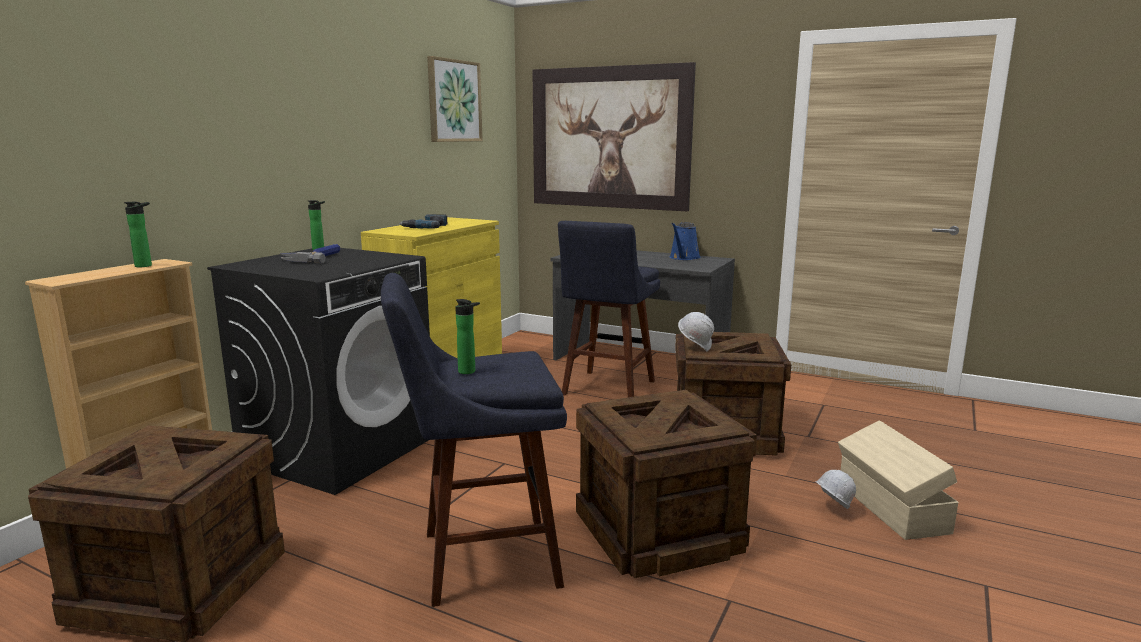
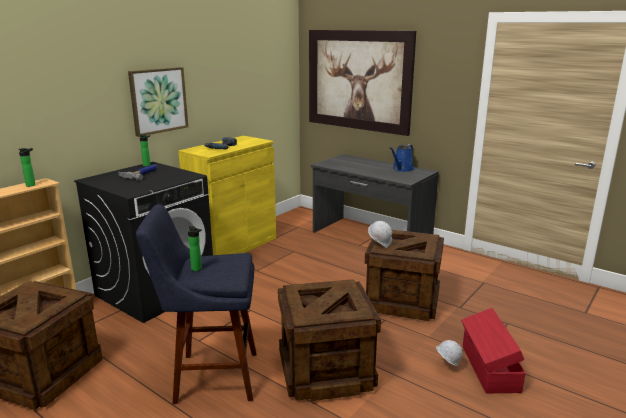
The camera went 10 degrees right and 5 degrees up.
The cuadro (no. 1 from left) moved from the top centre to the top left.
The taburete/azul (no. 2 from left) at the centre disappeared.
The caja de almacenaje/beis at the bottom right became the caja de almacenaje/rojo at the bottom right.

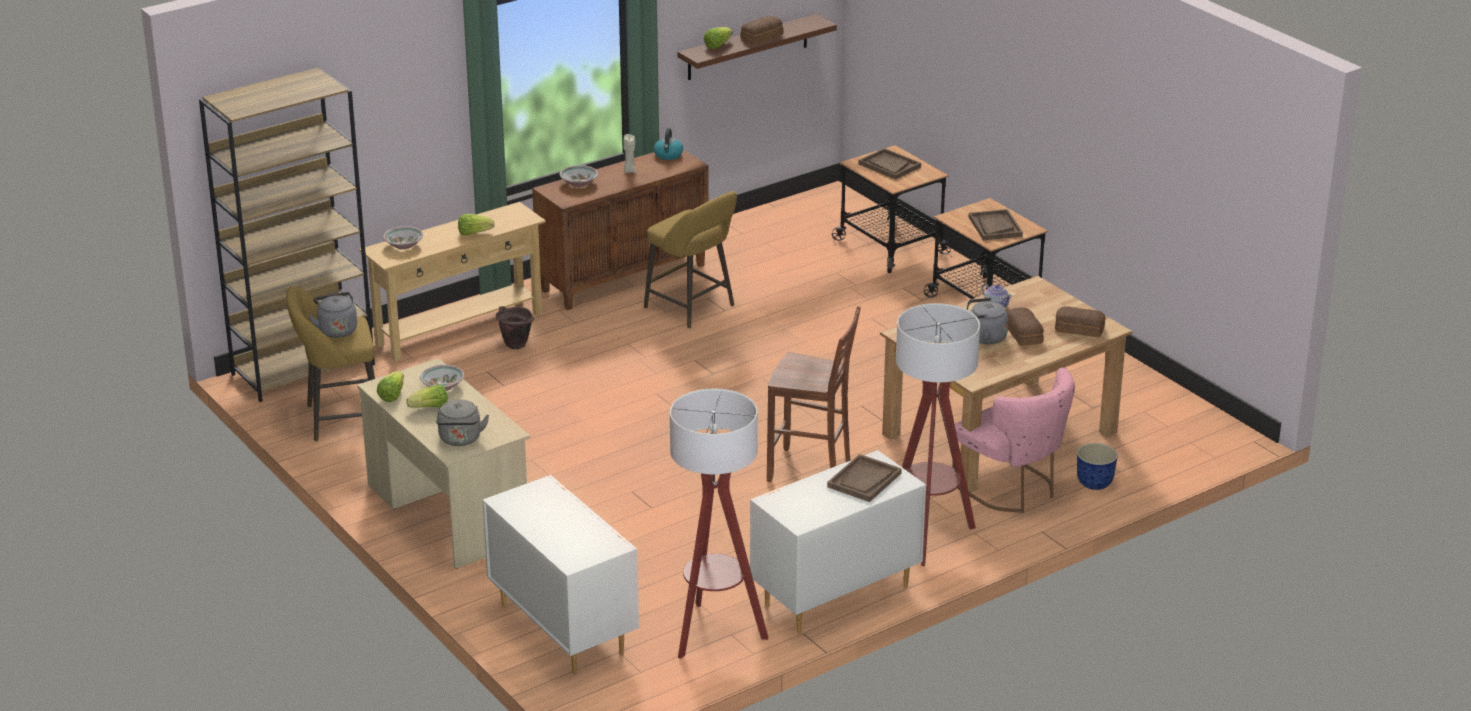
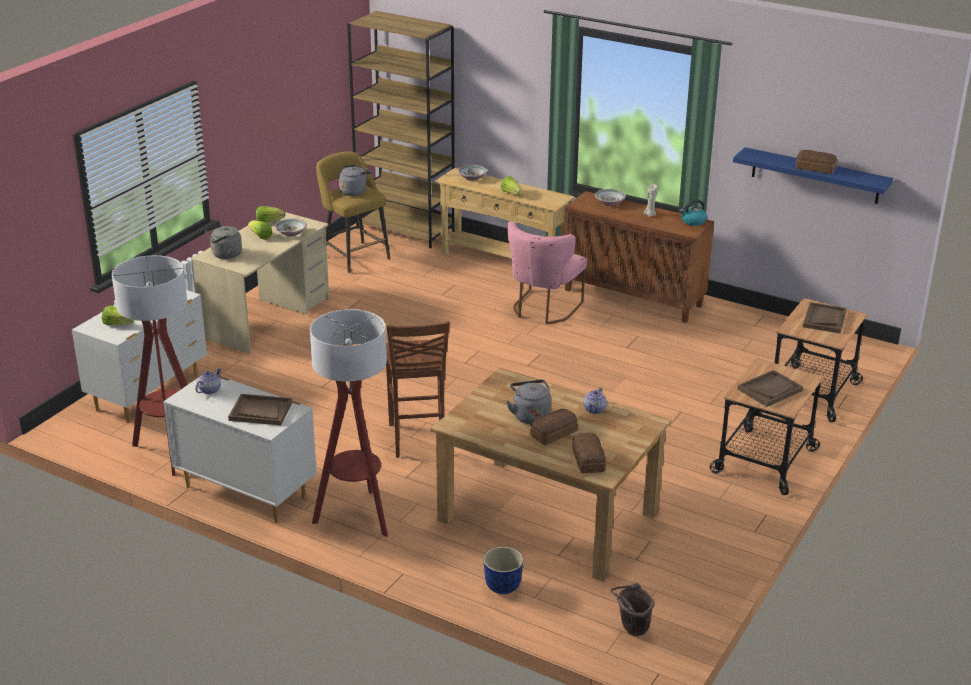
The camera went 65 degrees right and 0 degrees up.
The cubo/marrón moved from the centre to the bottom centre.
The taburete/amarillo (no. 2 from left) at the centre disappeared.
The estante/marrón at the top centre became the estante/azul at the top right.
The lechuga (no. 4 from left in the first image) moved from the top centre to the middle left.
The silla/rosa moved from the middle right to the centre.
The tetera (no. 1 from left) at the middle left appeared.

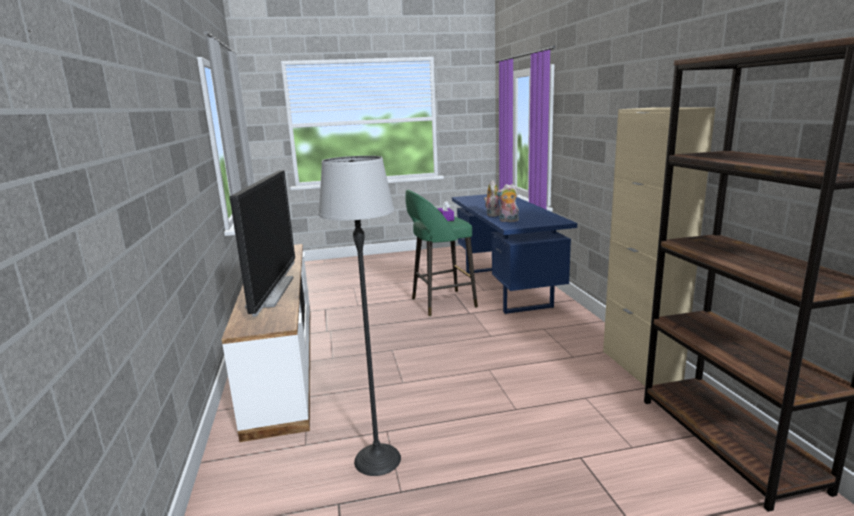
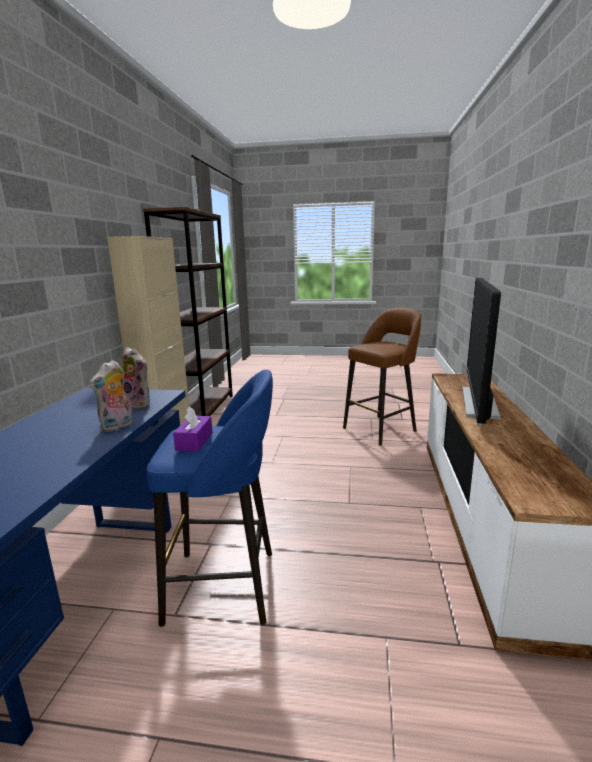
The camera went 160 degrees left and 0 degrees up.
The lámpara de pie at the centre was replaced by the taburete/marrón at the centre.
The taburete/verde at the centre became the taburete/azul at the centre.

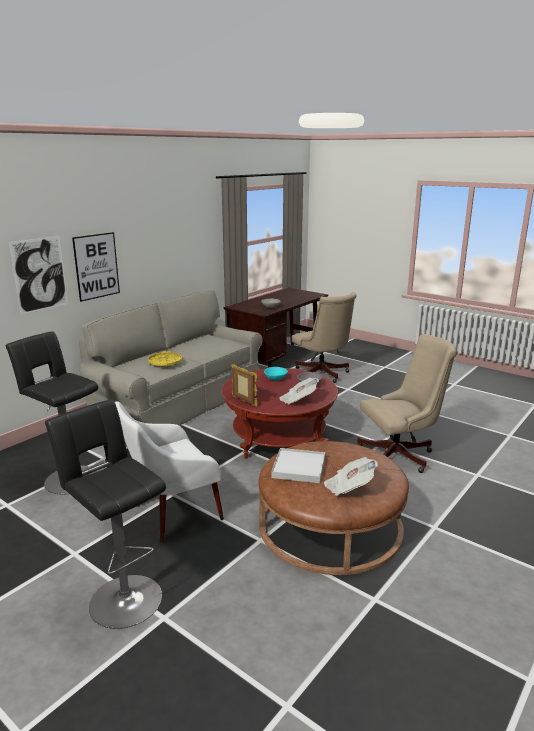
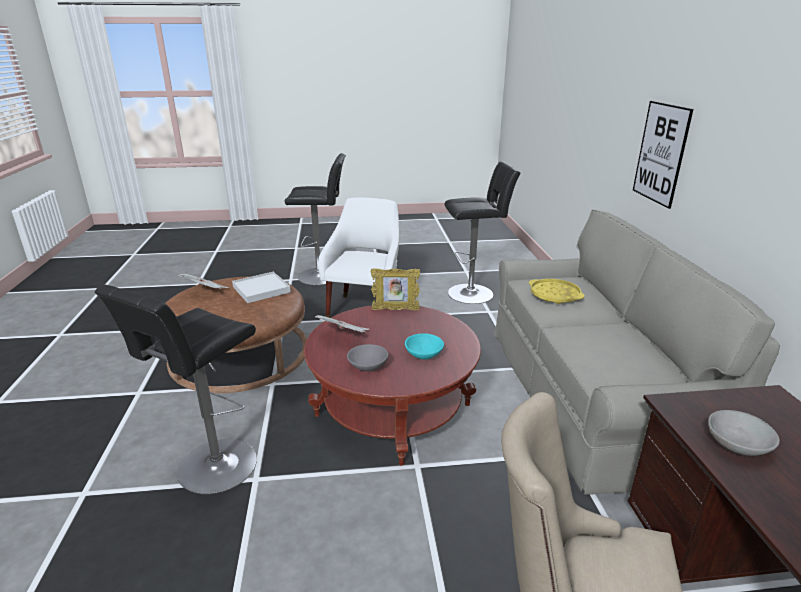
The camera went 135 degrees right and 5 degrees up.
The cuadro (no. 1 from left) at the middle left disappeared.
The silla de oficina/beis (no. 2 from left) at the middle right was replaced by the taburete/negro (no. 1 from left) at the middle left.

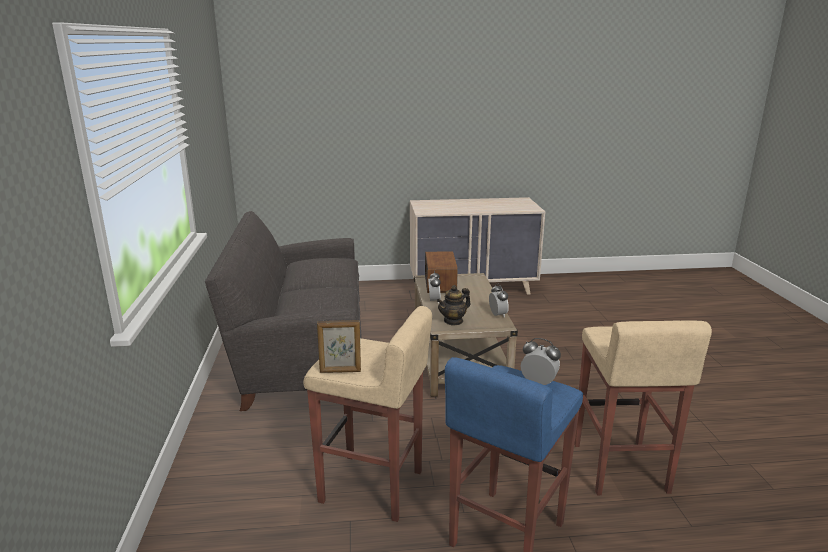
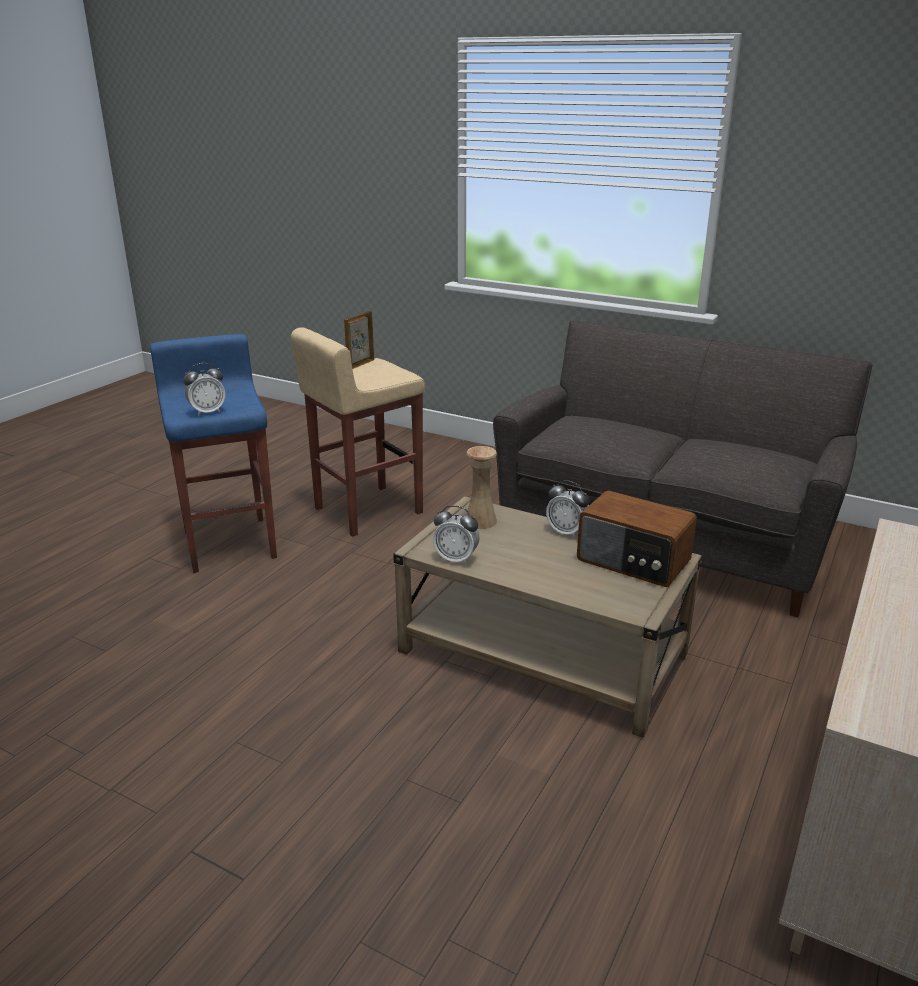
The camera went 125 degrees right and 5 degrees up.
The tetera at the centre was replaced by the florero/beis at the centre.
The taburete/beis (no. 2 from left) at the bottom right disappeared.

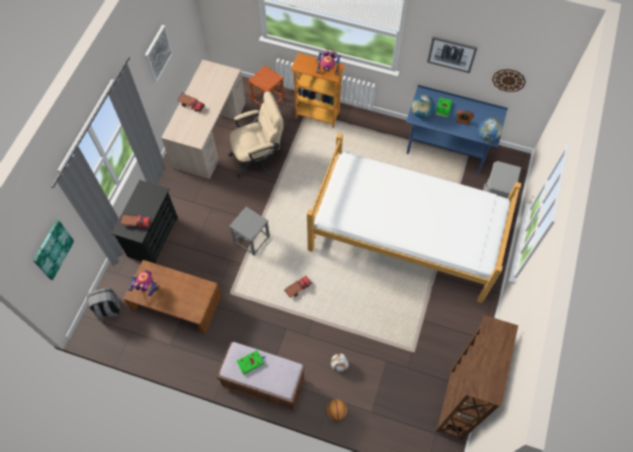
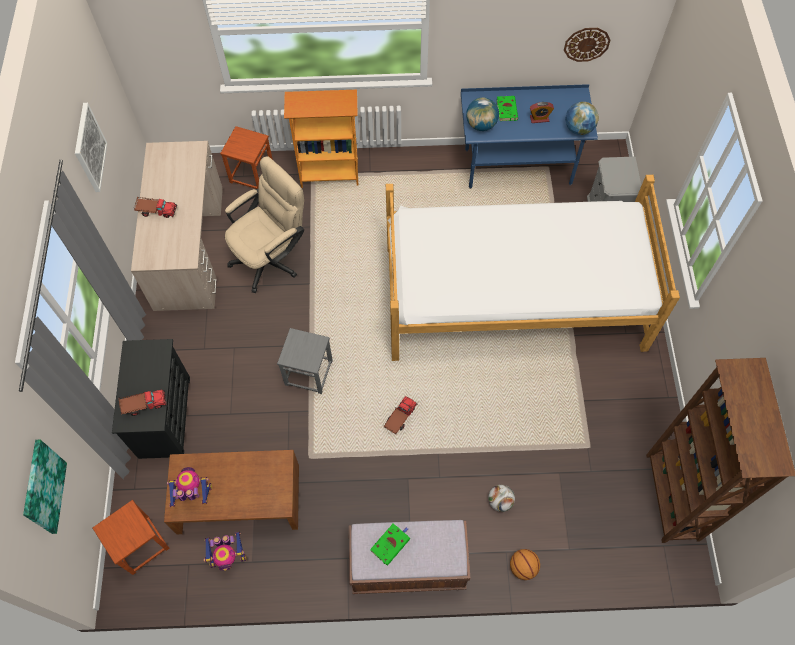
The camera went 20 degrees left and 0 degrees up.
The mochila/gris at the bottom left was replaced by the taburete/marrón (no. 1 from left) at the bottom left.
The robot de juguete (no. 2 from left) moved from the top centre to the bottom left.
The cuadro (no. 3 from left) at the top right disappeared.

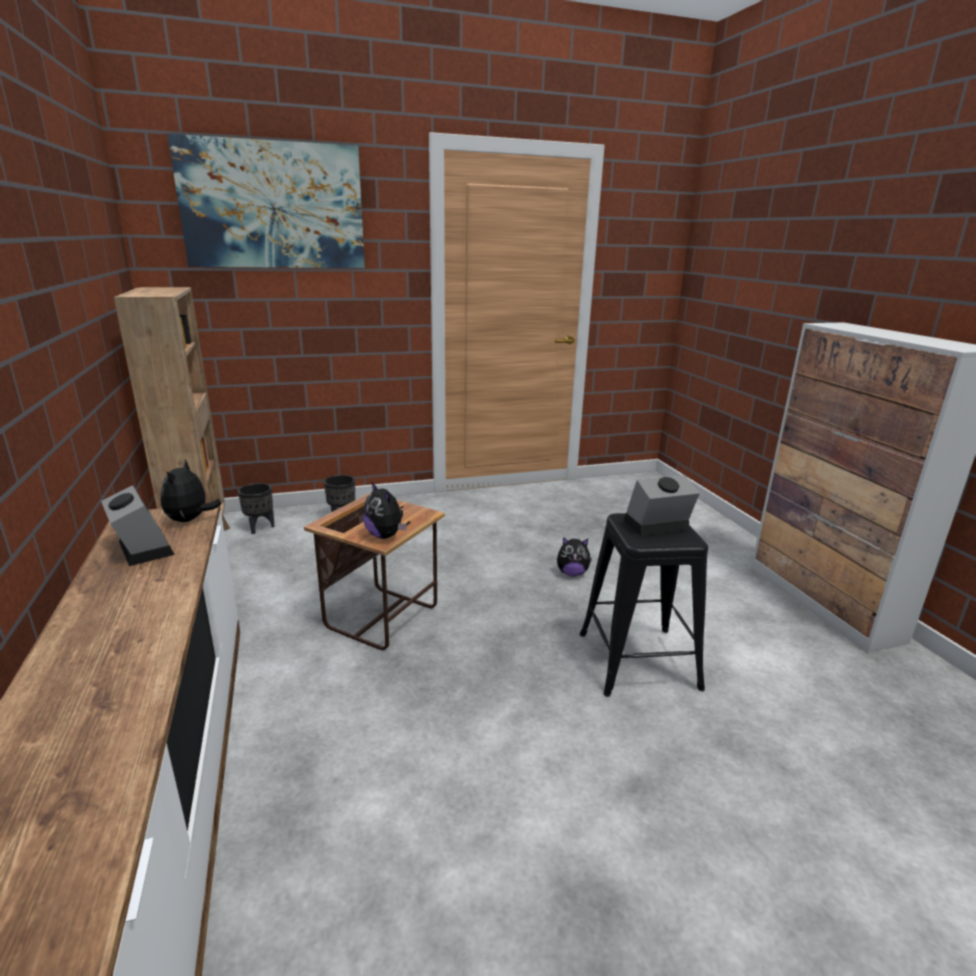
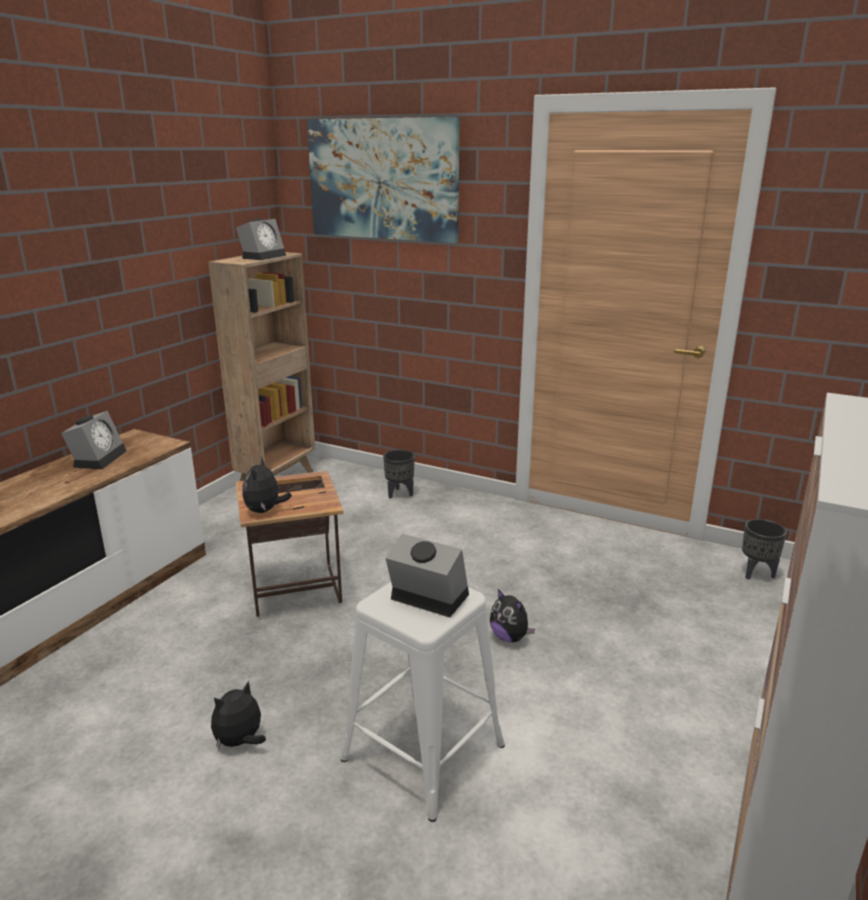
The camera went 45 degrees right and 0 degrees up.
The peluche (no. 1 from left) moved from the middle left to the bottom left.
The maceta/negro (no. 1 from left in the first image) moved from the middle left to the middle right.
The taburete/negro at the centre became the taburete/blanco at the bottom centre.
The despertador (no. 2 from left) at the top left appeared.

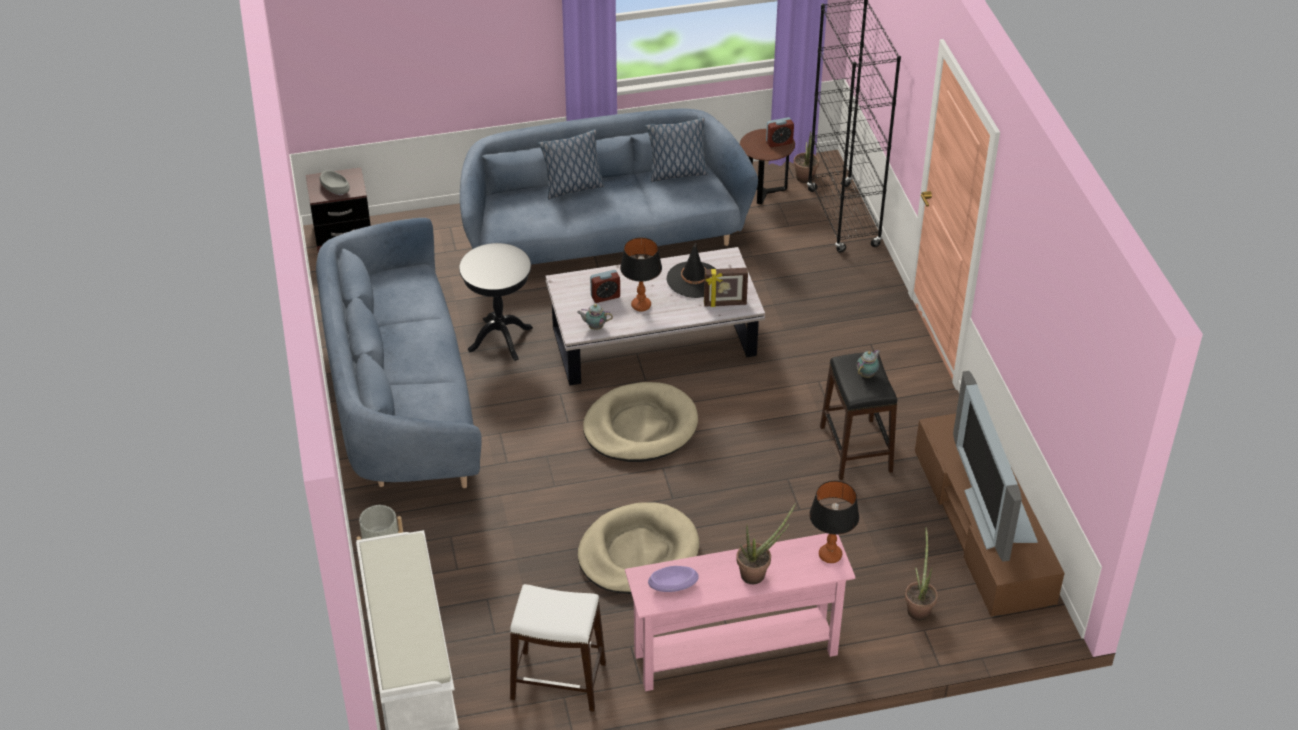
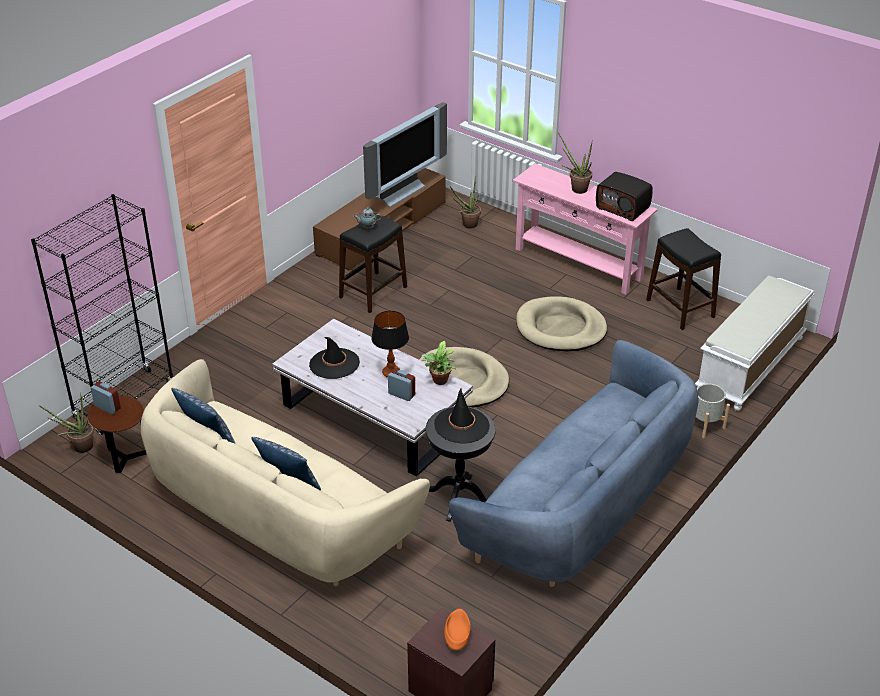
The camera went 130 degrees left and 5 degrees down.
The cuenco/gris at the top left became the cuenco/naranja at the bottom centre.
The sofá/azul (no. 2 from left) at the top centre became the sofá/beis at the bottom left.
The taburete/blanco at the bottom centre became the taburete/negro (no. 2 from left) at the middle right.
The tetera (no. 1 from left) at the centre was replaced by the planta en maceta (no. 2 from left) at the centre.
The cuenco/morado at the bottom centre was replaced by the radio at the top right.
The portarretratos at the centre disappeared.
The lámpara de mesa (no. 2 from left) at the bottom centre disappeared.
The sombrero/negro (no. 2 from left) at the centre appeared.

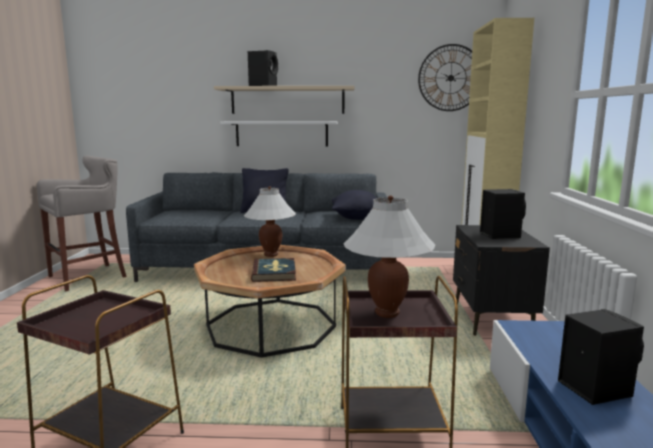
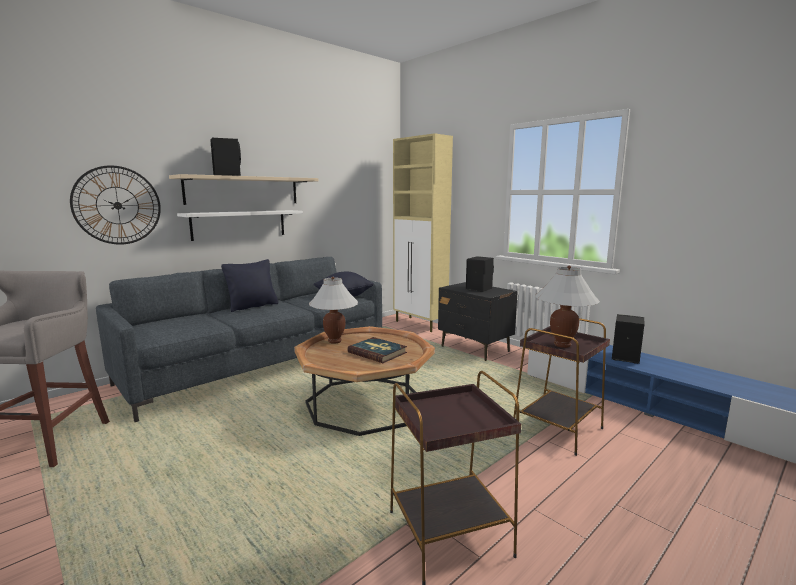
The camera went 45 degrees left and 0 degrees up.
The reloj de pared moved from the top right to the middle left.

